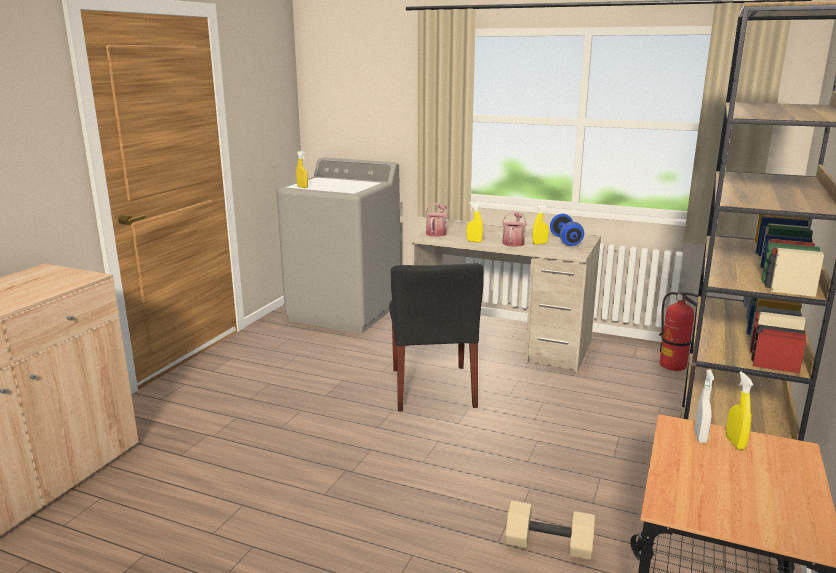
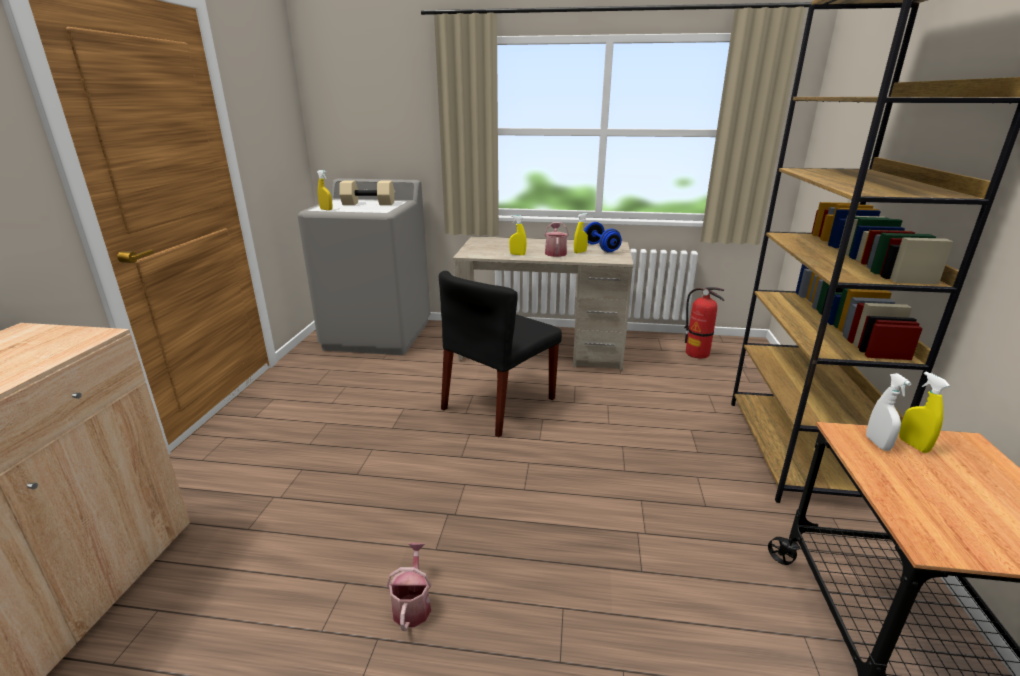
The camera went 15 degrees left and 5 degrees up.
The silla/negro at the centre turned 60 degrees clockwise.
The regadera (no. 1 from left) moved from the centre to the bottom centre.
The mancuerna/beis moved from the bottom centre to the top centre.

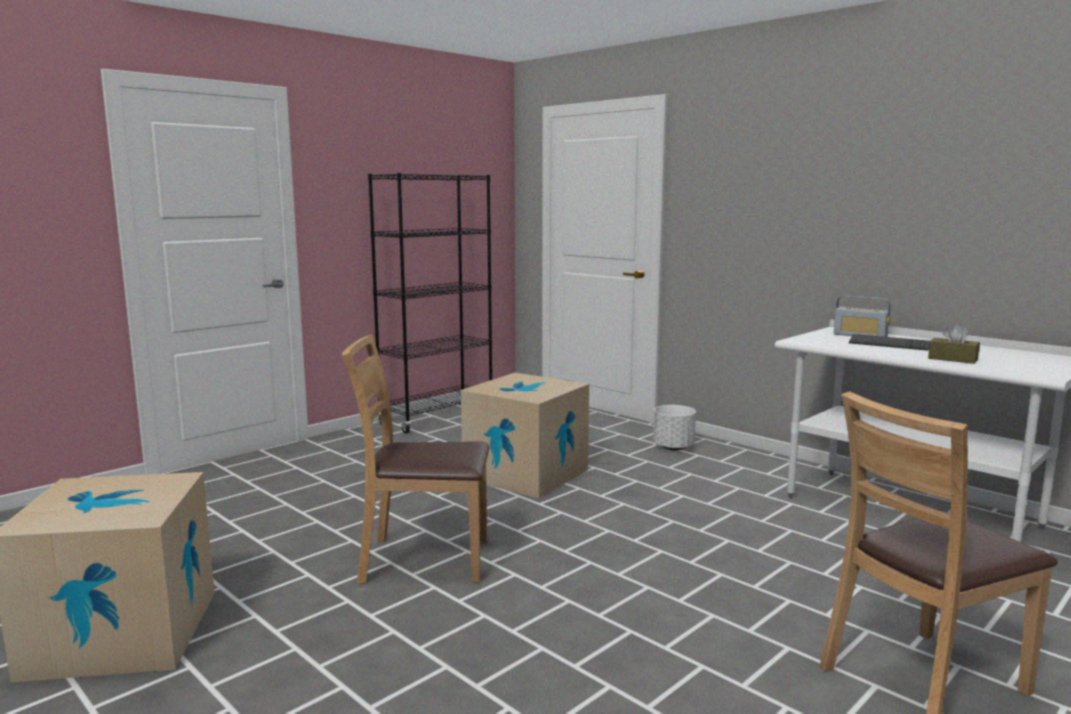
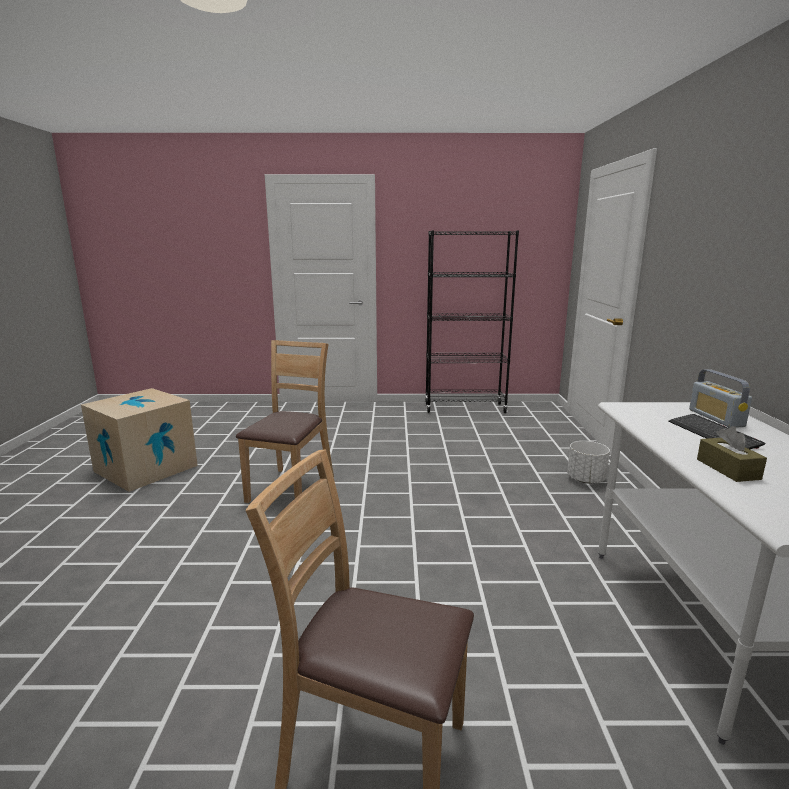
The camera went 45 degrees right and 5 degrees up.
The silla/marrón (no. 1 from left) at the centre turned 60 degrees clockwise.
The caja de cartón (no. 2 from left) at the centre disappeared.

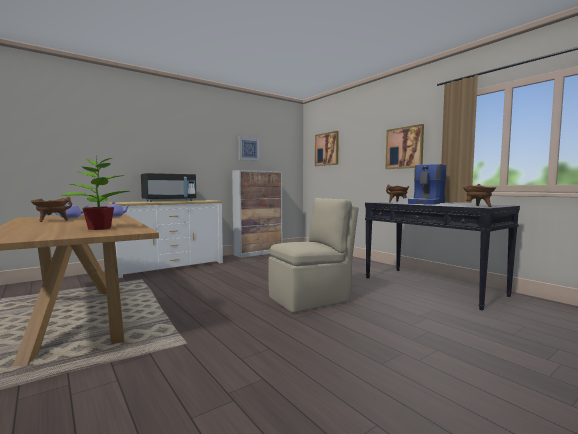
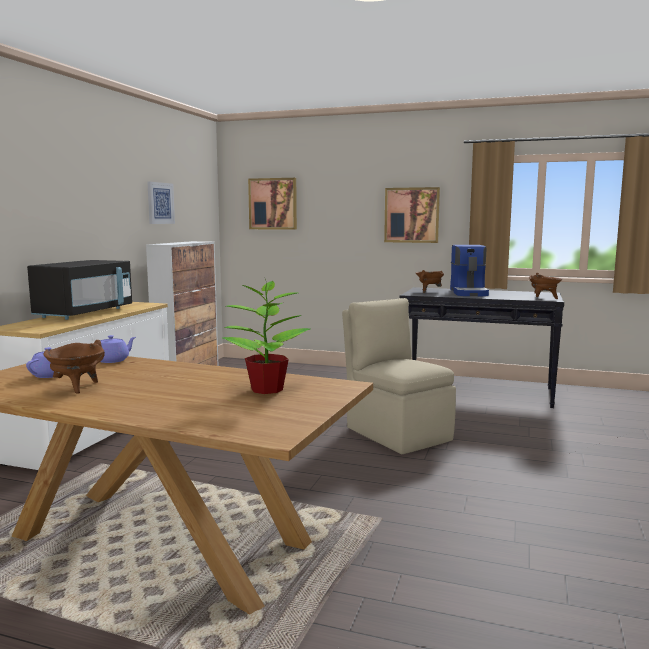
The camera went 35 degrees left and 5 degrees up.
The silla/beis at the centre turned 60 degrees counterclockwise.

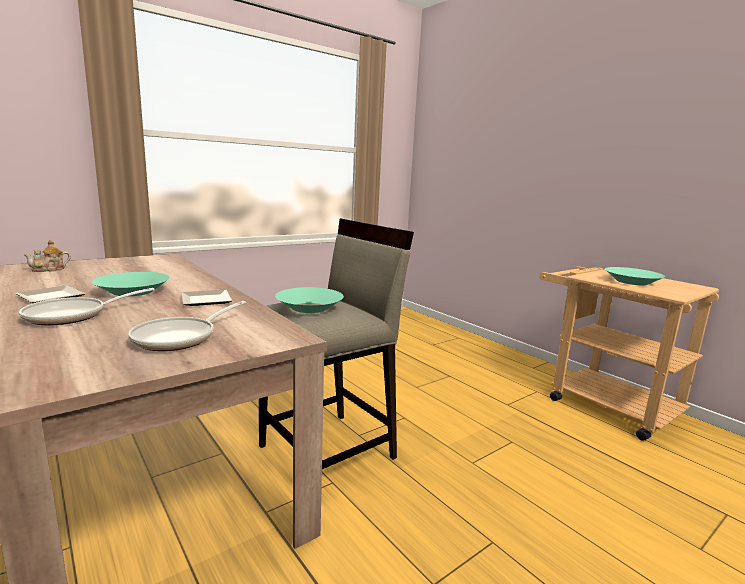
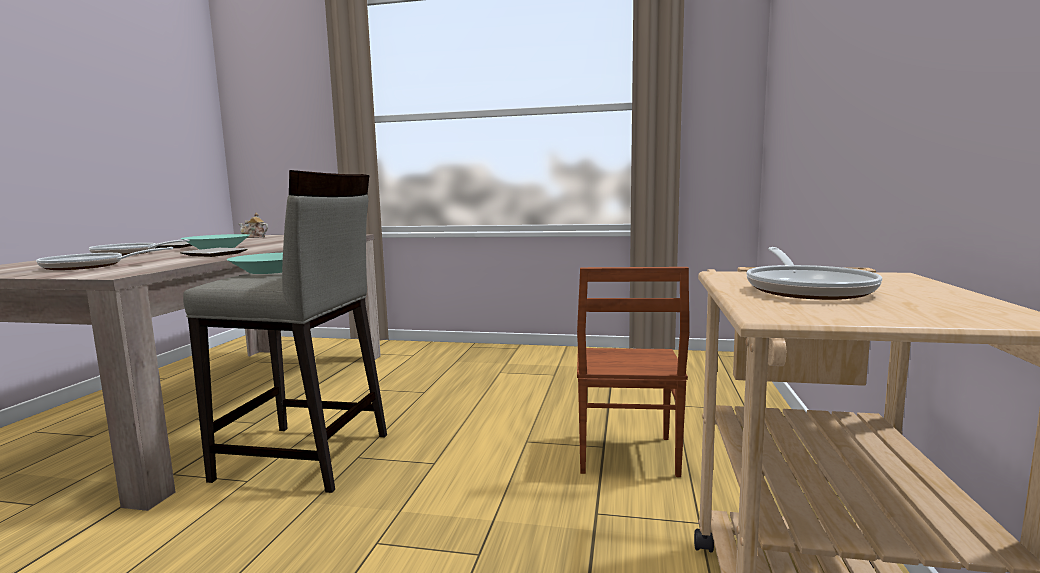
The camera went 50 degrees right and 5 degrees down.
The cuenco/turquesa (no. 3 from left) at the middle right was replaced by the sartén (no. 3 from left) at the middle right.
The silla/marrón at the centre appeared.

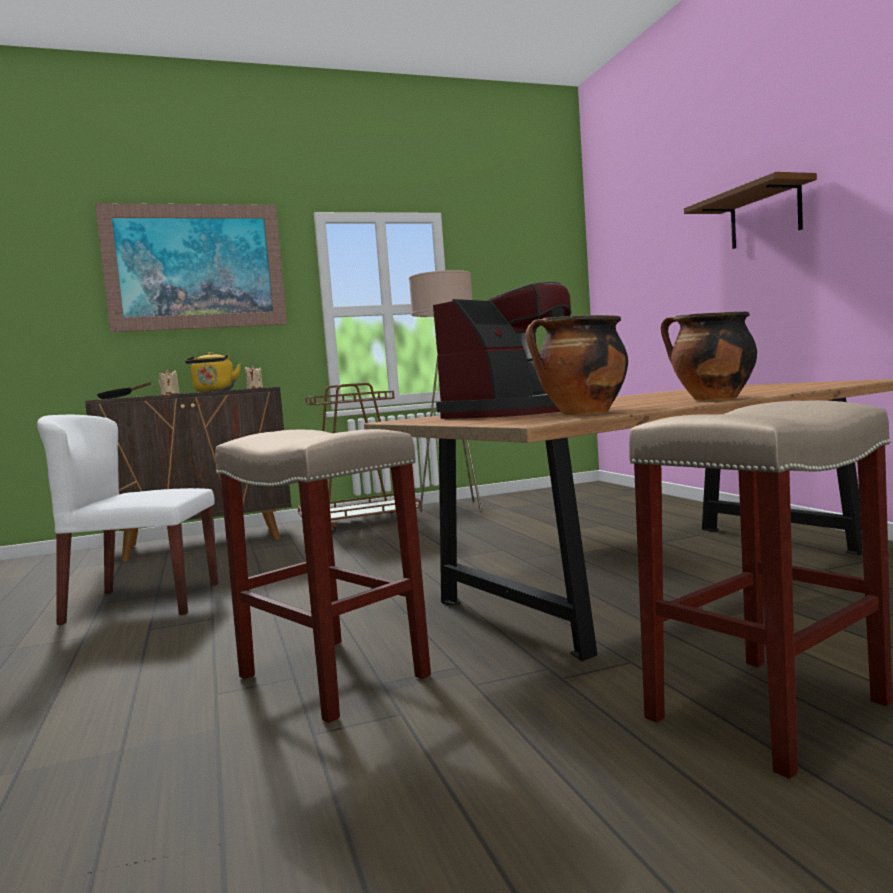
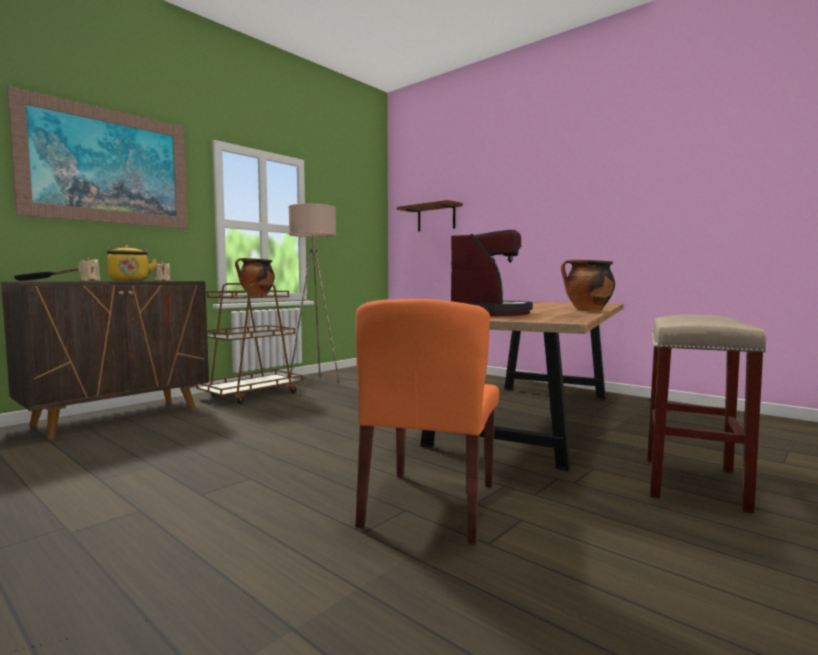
The camera went 30 degrees left and 0 degrees up.
The silla/blanco at the middle left disappeared.
The taburete/beis (no. 1 from left) at the centre was replaced by the silla/naranja at the centre.
The olla (no. 1 from left) moved from the centre to the middle left.
The estante/marrón moved from the top right to the top centre.

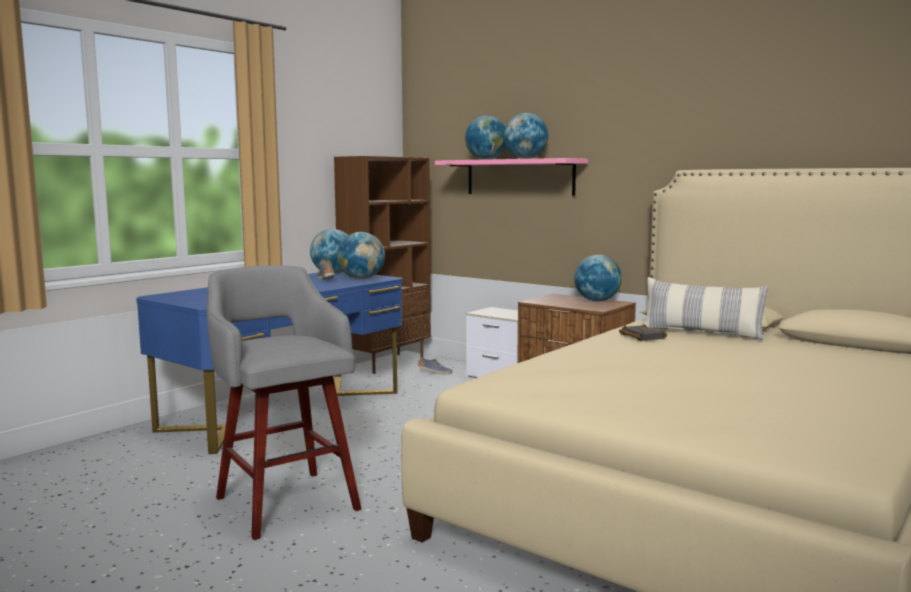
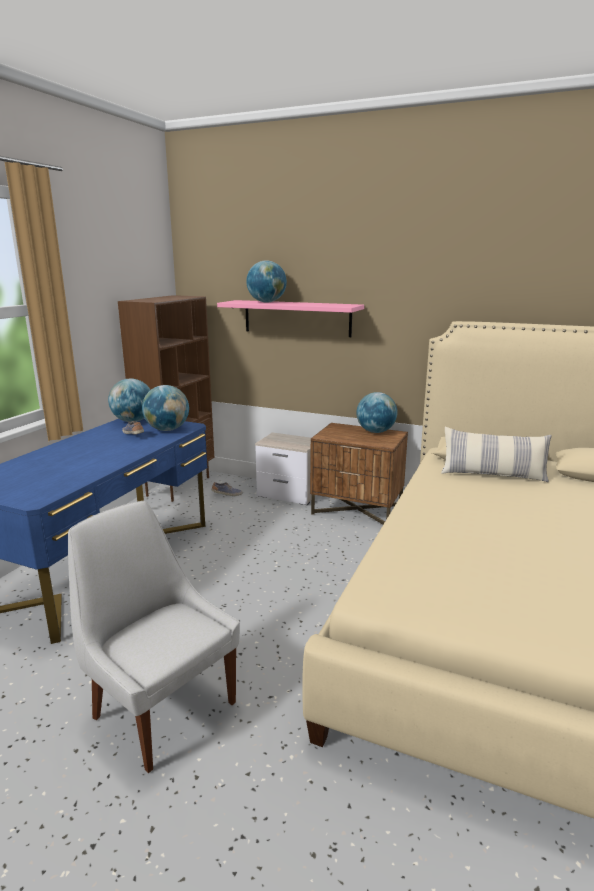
The camera went 15 degrees left and 10 degrees up.
The taburete/gris at the bottom left was replaced by the silla/blanco at the bottom left.
The globo terráqueo (no. 4 from left) at the top centre disappeared.
The libro/negro at the middle right disappeared.

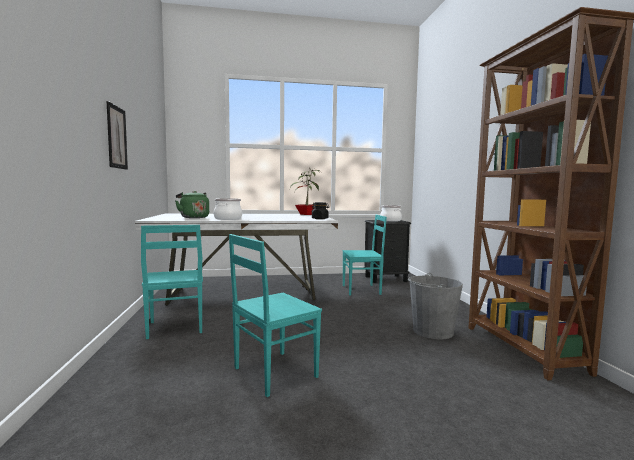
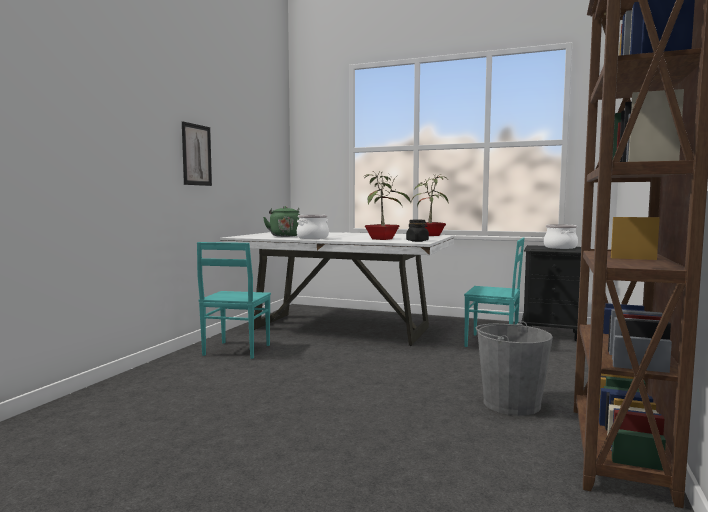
The camera went 30 degrees right and 0 degrees up.
The silla/turquesa (no. 2 from left) at the bottom centre disappeared.
The planta en maceta (no. 1 from left) at the centre appeared.

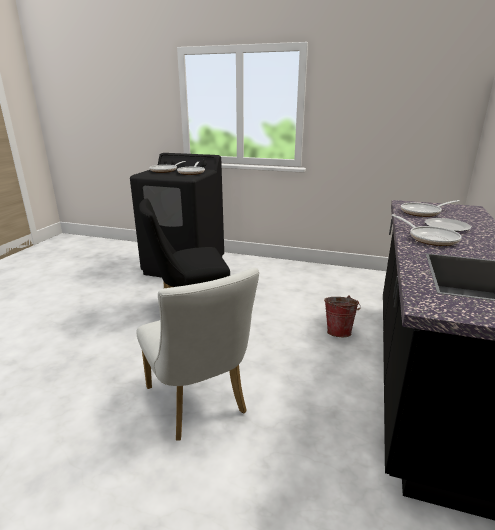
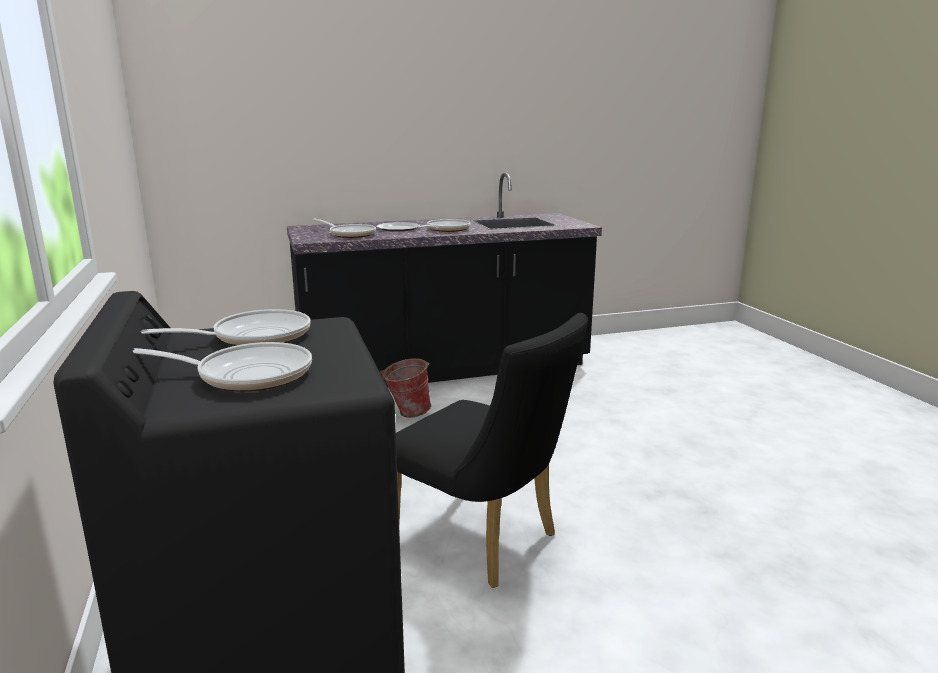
The camera went 125 degrees left and 5 degrees down.
The silla/blanco at the bottom centre disappeared.

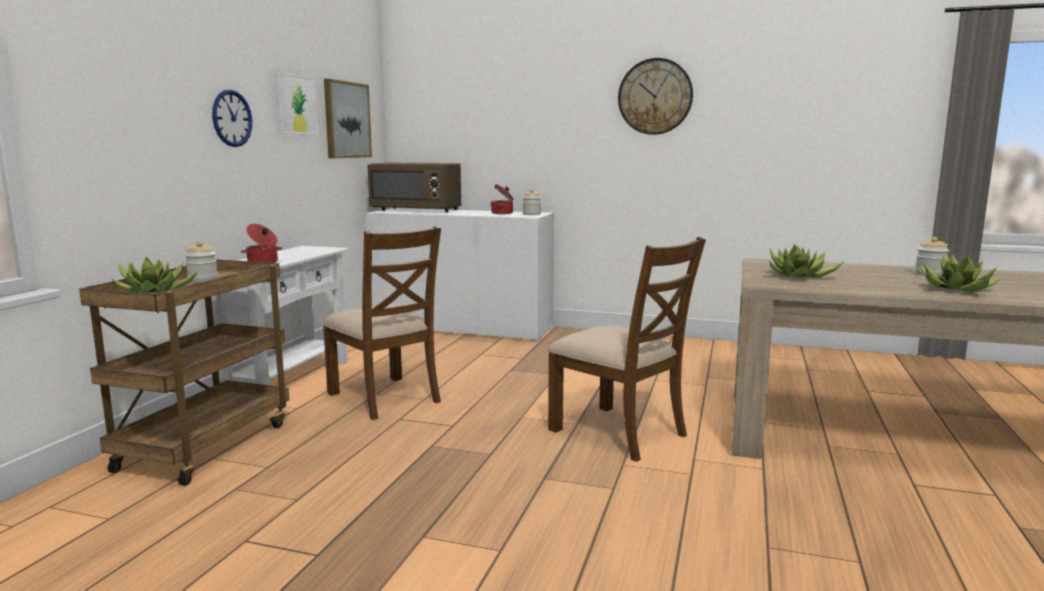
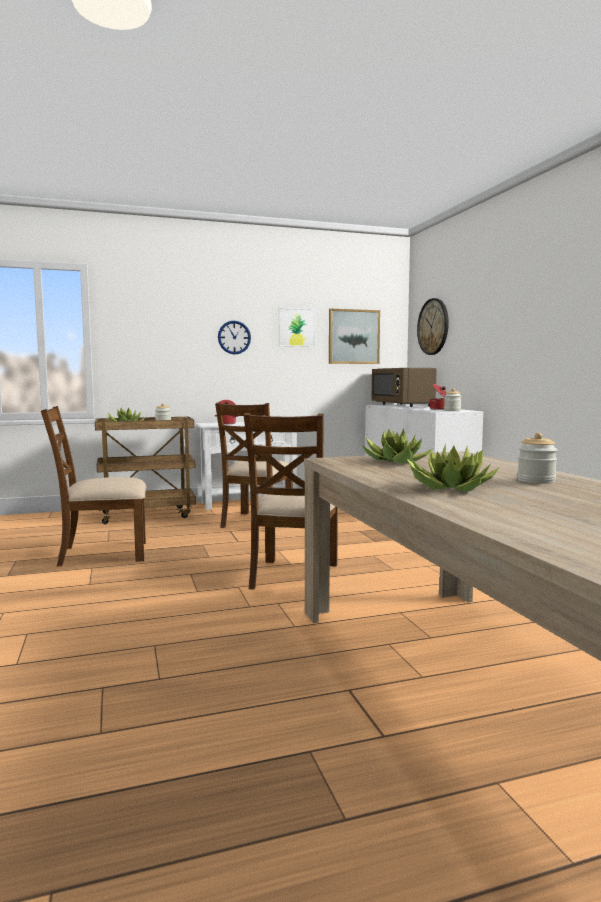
The camera went 55 degrees right and 5 degrees down.
The reloj de pared (no. 2 from left) moved from the top centre to the middle right.
The silla/marrón (no. 1 from left) at the middle left appeared.

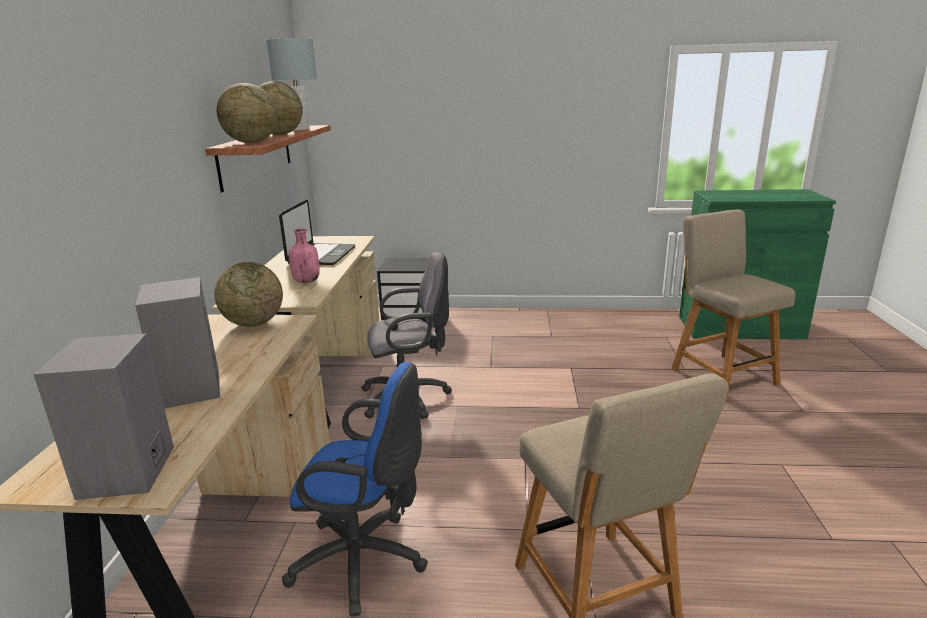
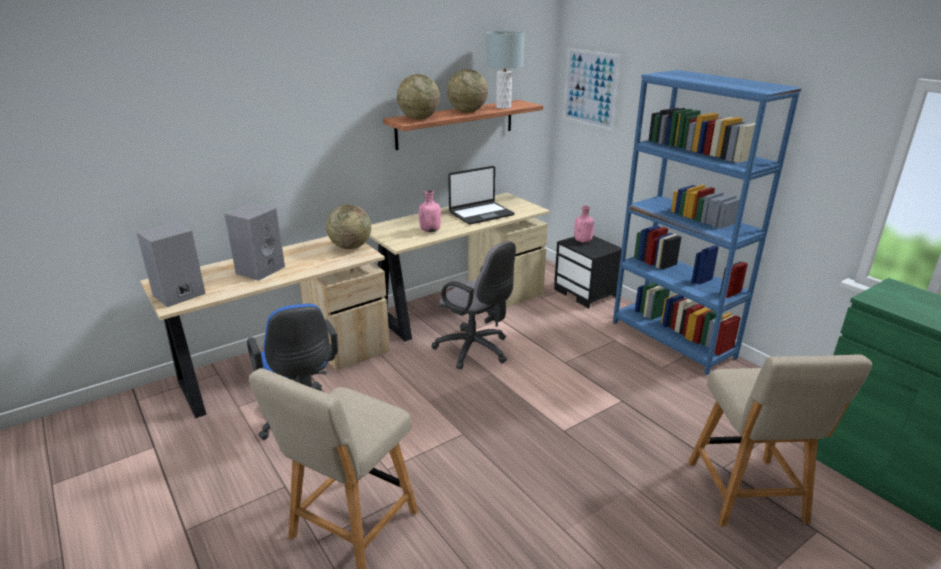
The camera went 50 degrees right and 5 degrees up.
The silla/beis (no. 2 from left) at the middle right turned 150 degrees clockwise.
The cuadro at the top centre appeared.
The botella/rosa (no. 2 from left) at the centre appeared.
The estantería/azul at the middle right appeared.

